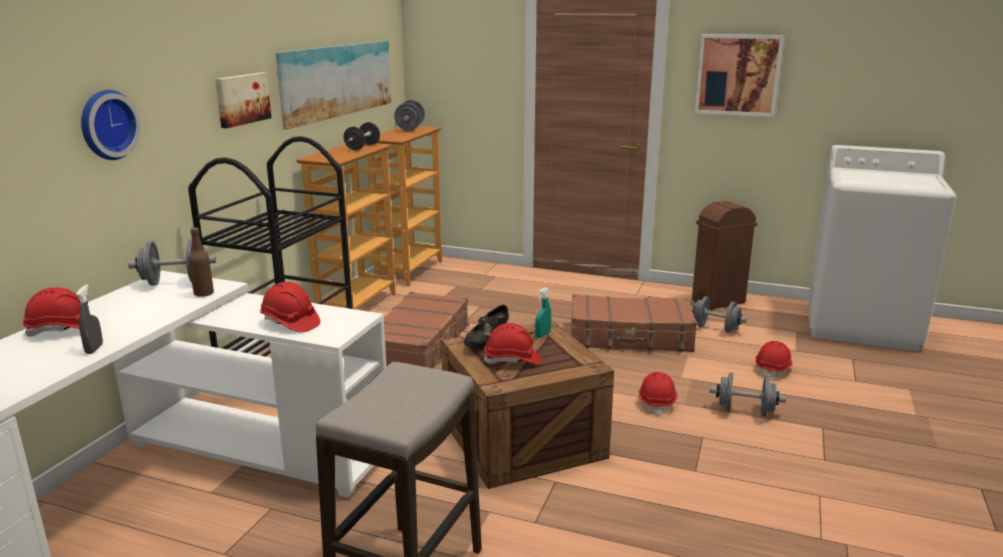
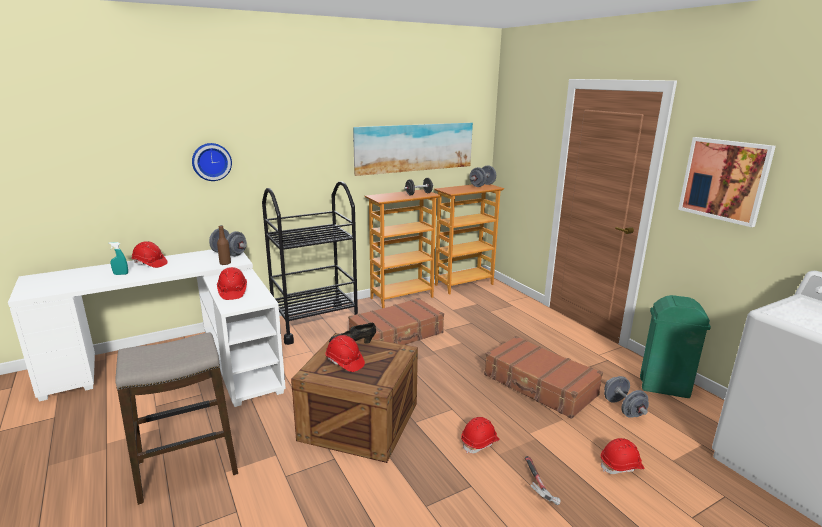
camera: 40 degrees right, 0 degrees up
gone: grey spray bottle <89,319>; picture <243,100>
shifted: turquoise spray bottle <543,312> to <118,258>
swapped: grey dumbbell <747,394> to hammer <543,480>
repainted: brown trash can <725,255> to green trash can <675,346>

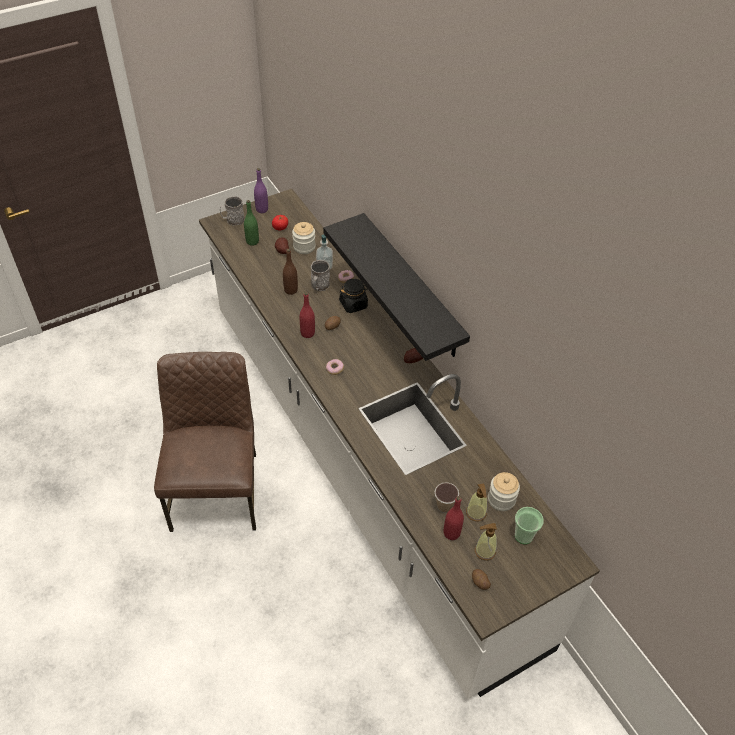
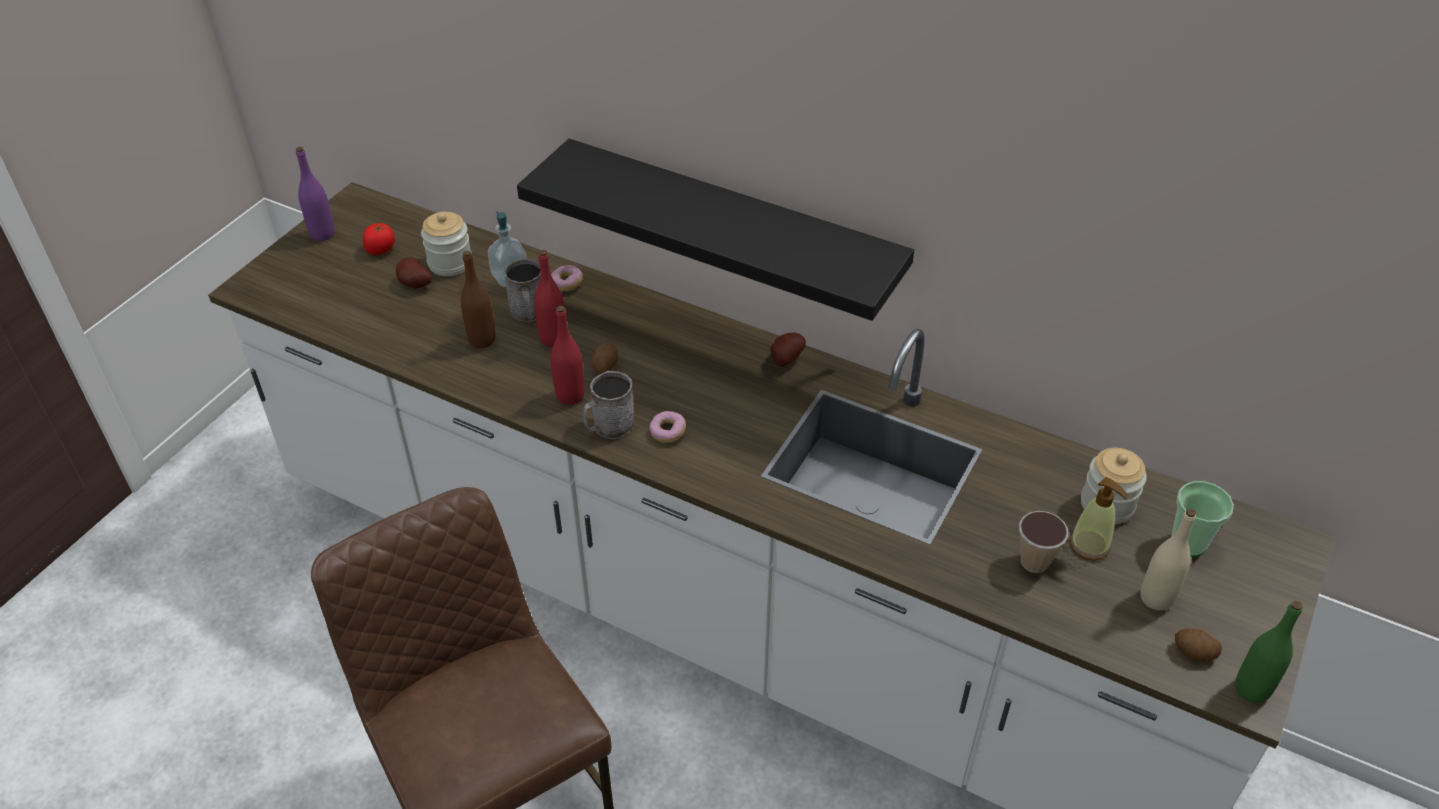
camera: 30 degrees left, 5 degrees down
gone: black jar <353,296>
shifted: grey mug <232,210> to <609,405>; green bottle <251,223> to <1269,652>; red bottle <454,518> to <549,298>
swapped: soap dispenser <486,541> to beige bottle <1168,559>

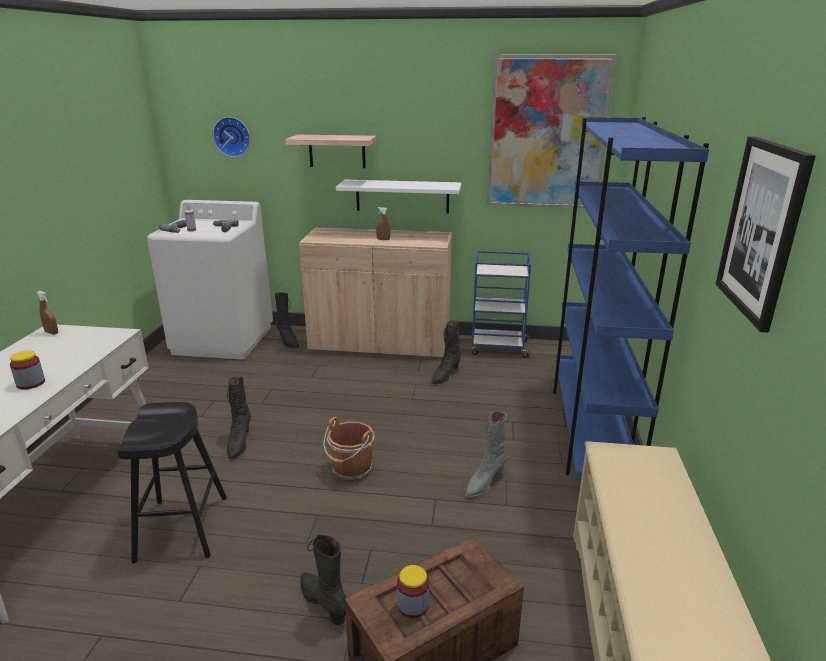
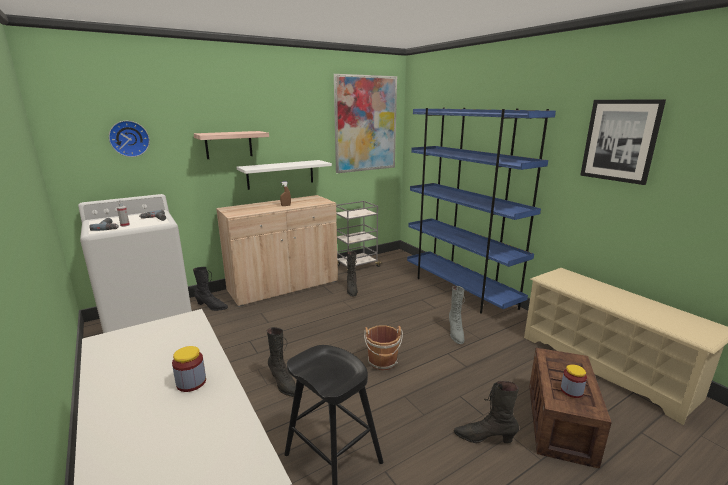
camera: 40 degrees left, 5 degrees down
gone: brown spray bottle <47,313>
repainted: blue cart <501,304> to grey cart <359,234>

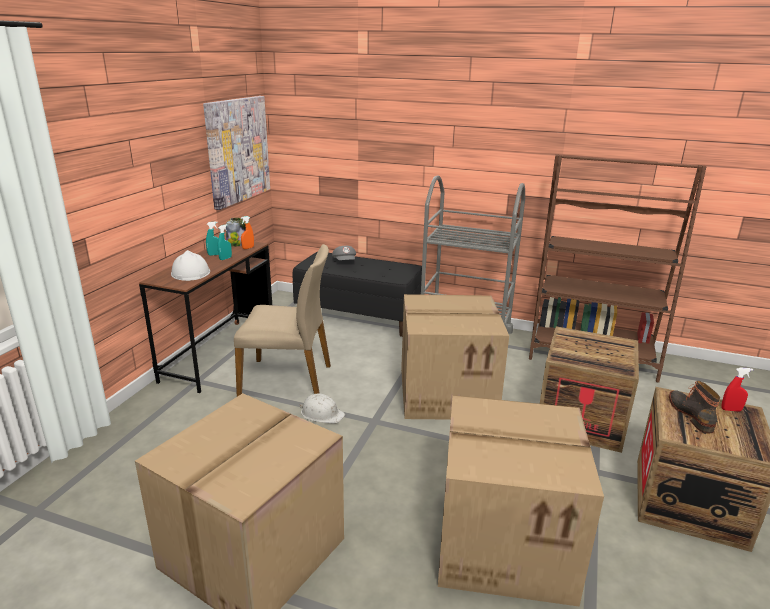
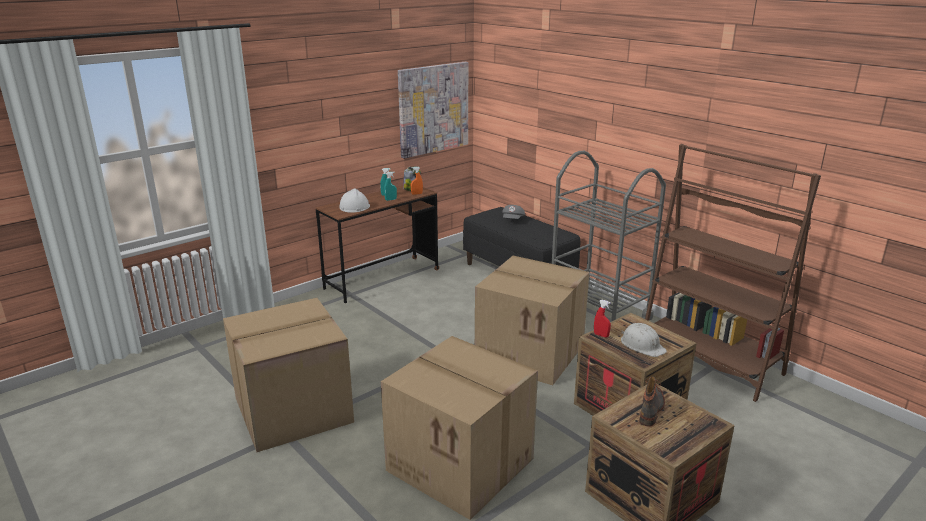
camera: 30 degrees right, 0 degrees up
gone: beige chair <282,320>
shifted: white hard hat <322,408> to <644,340>; red spray bottle <737,389> to <602,318>

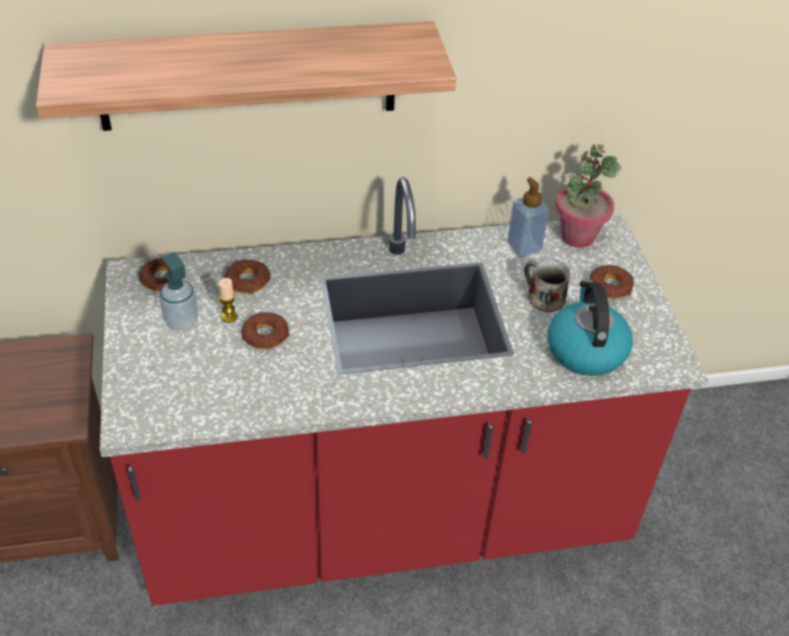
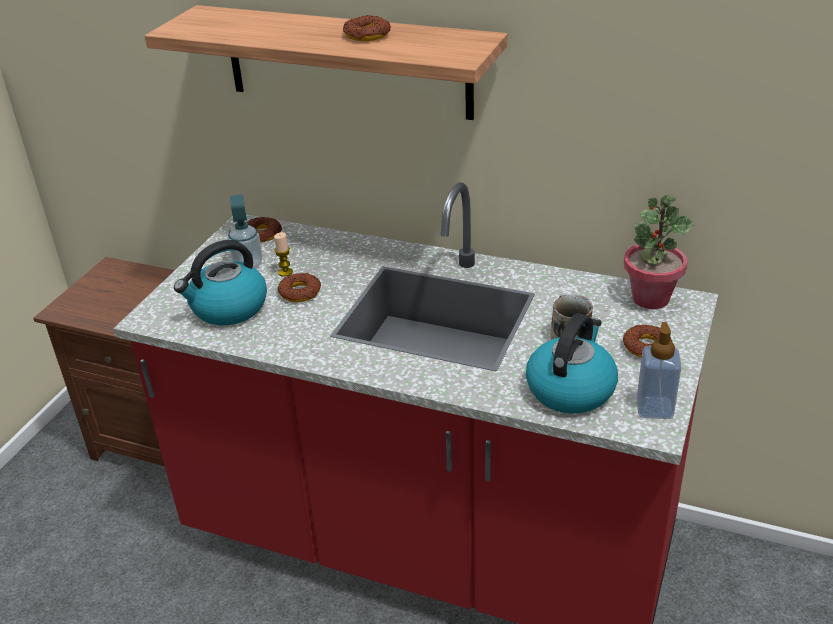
camera: 35 degrees right, 10 degrees down
new: kettle <220,282>
shifted: donut <248,276> to <367,28>; soap dispenser <528,217> to <659,370>

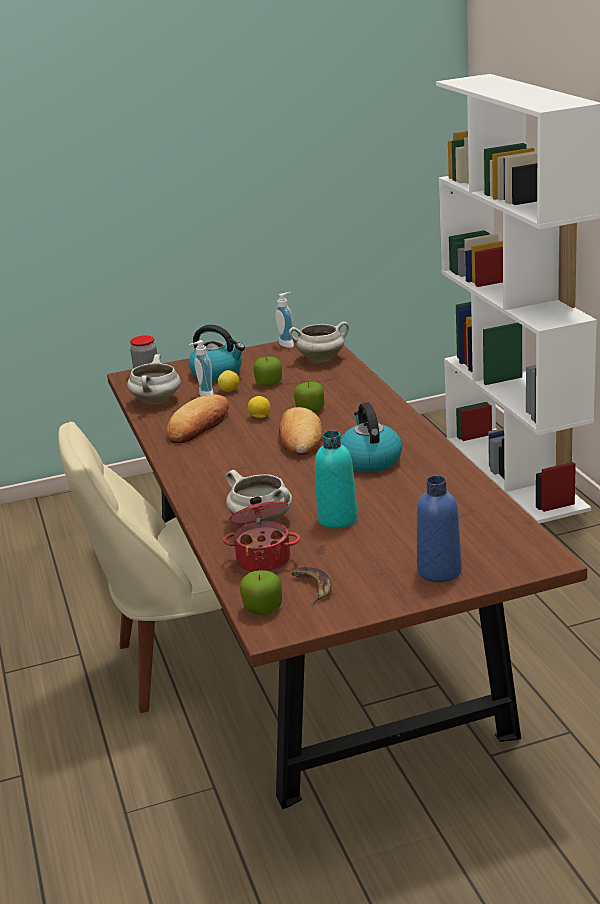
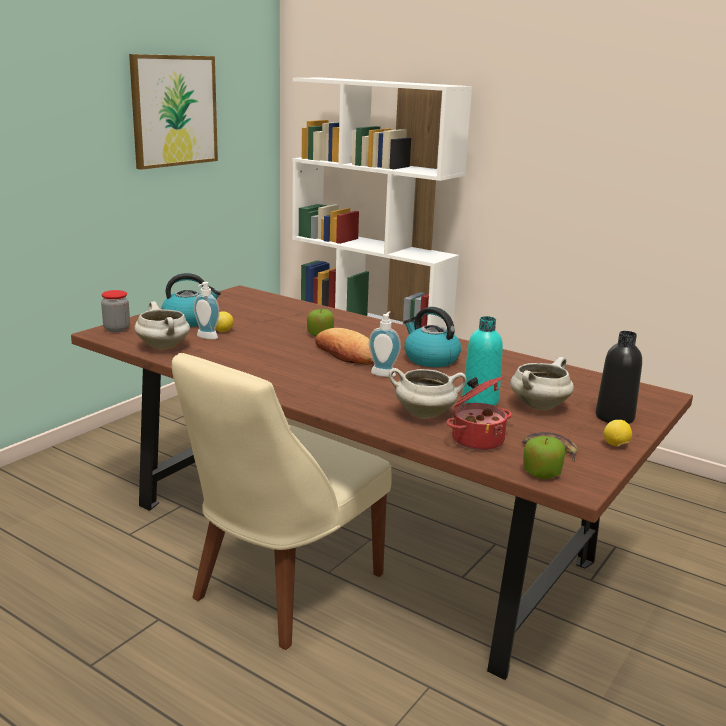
camera: 40 degrees left, 5 degrees down
gone: bread <197,419>; apple <267,371>
new: picture <173,112>
shifted: lemon <259,407> to <617,433>; soap dispenser <284,320> to <385,344>; white cooking pot <319,342> to <542,383>
repainted: blue bottle <439,529> to black bottle <618,377>

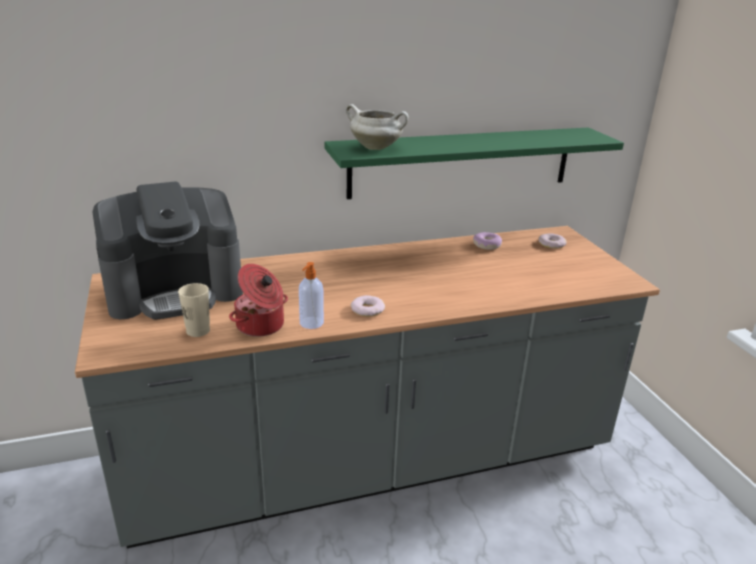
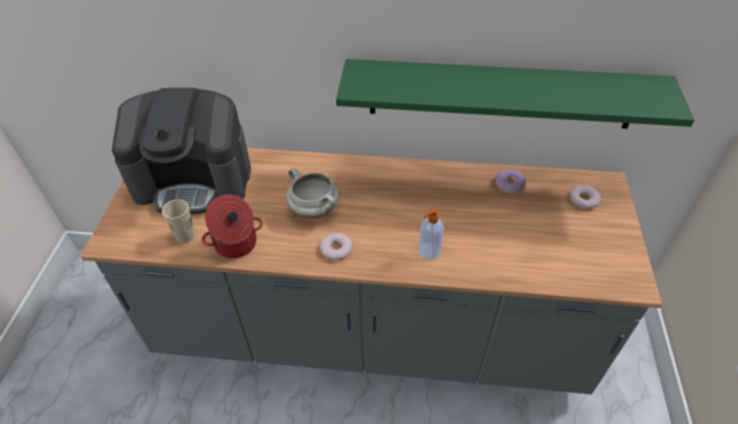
camera: 25 degrees right, 20 degrees up
shifted: soap dispenser <311,295> to <431,234>; white cooking pot <377,127> to <312,193>

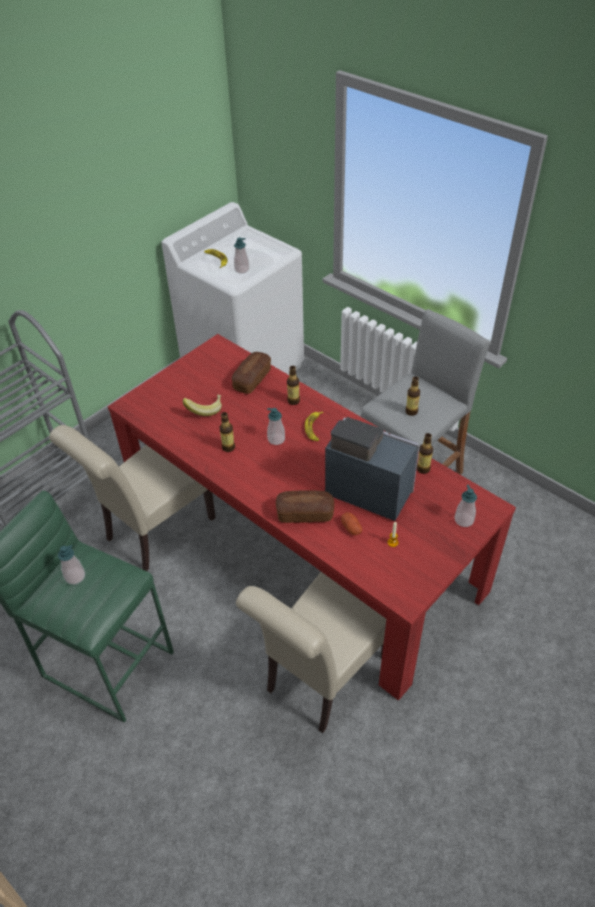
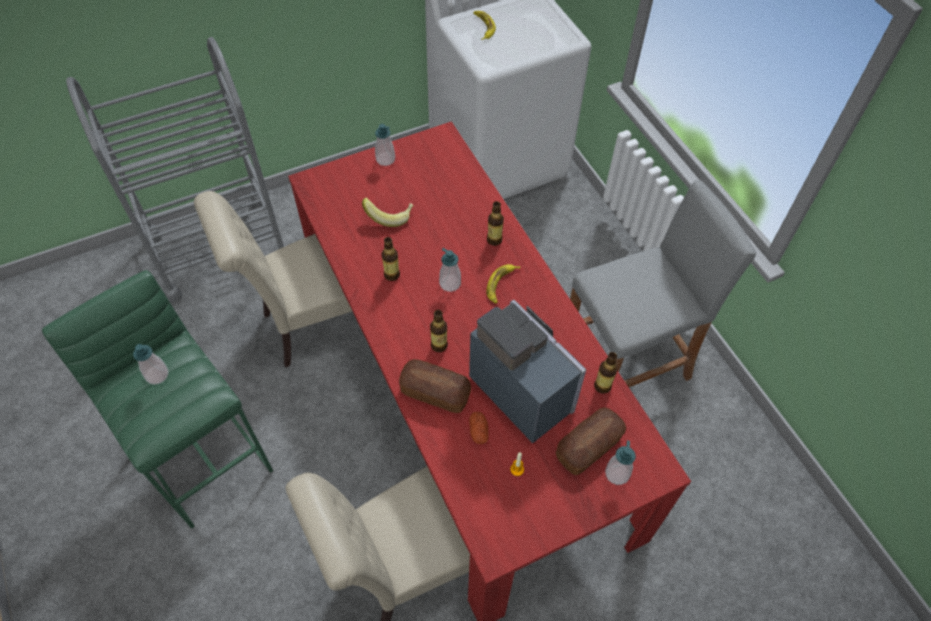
camera: 20 degrees right, 10 degrees up
shifted: bread <251,373> to <591,441>; soap dispenser <241,255> to <385,145>; bottle <412,396> to <439,331>

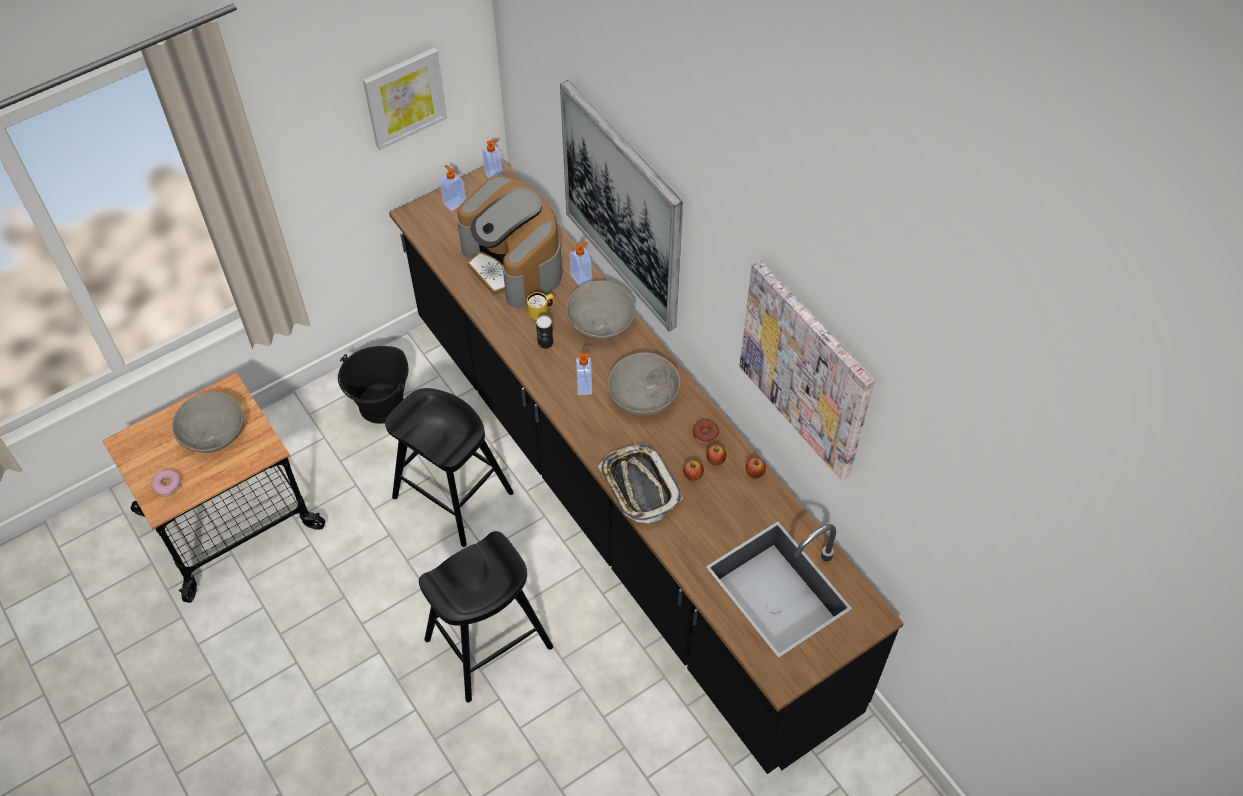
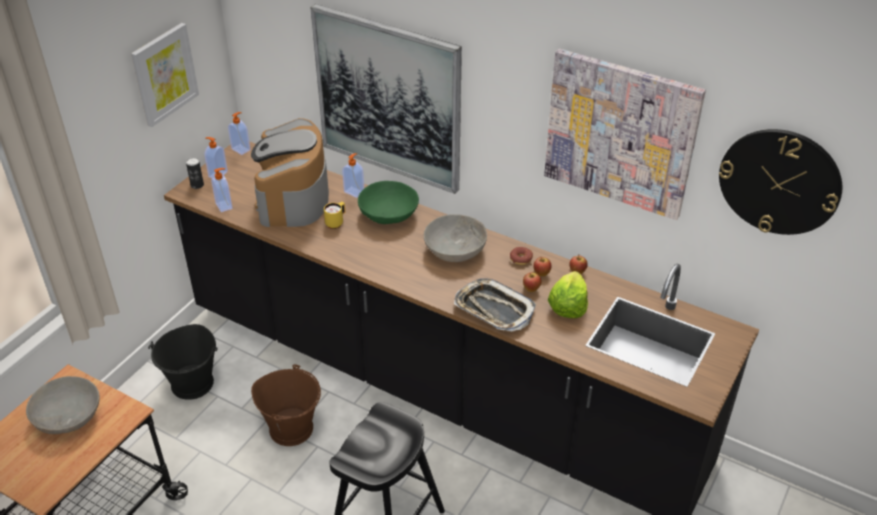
camera: 25 degrees left, 15 degrees down
gone: donut <166,483>
new: lettuce <568,294>; wall clock <780,182>
shifted: can <544,332> to <195,173>; soap dispenser <584,374> to <222,190>
swapped: black stool <449,467> to brown bucket <286,405>
repainted: grey bowl <601,310> to green bowl <388,202>
rotated: coffee machine <509,241> = <290,172> 60 degrees clockwise

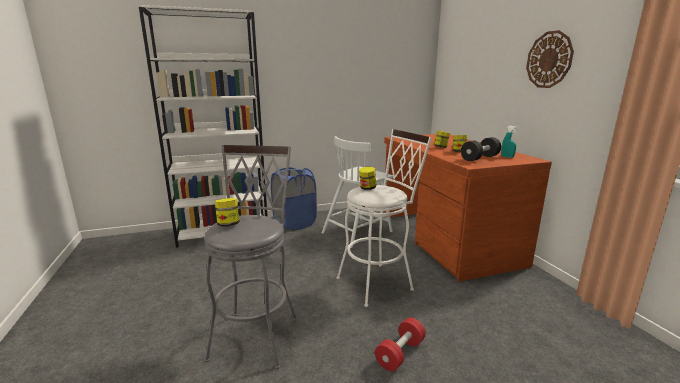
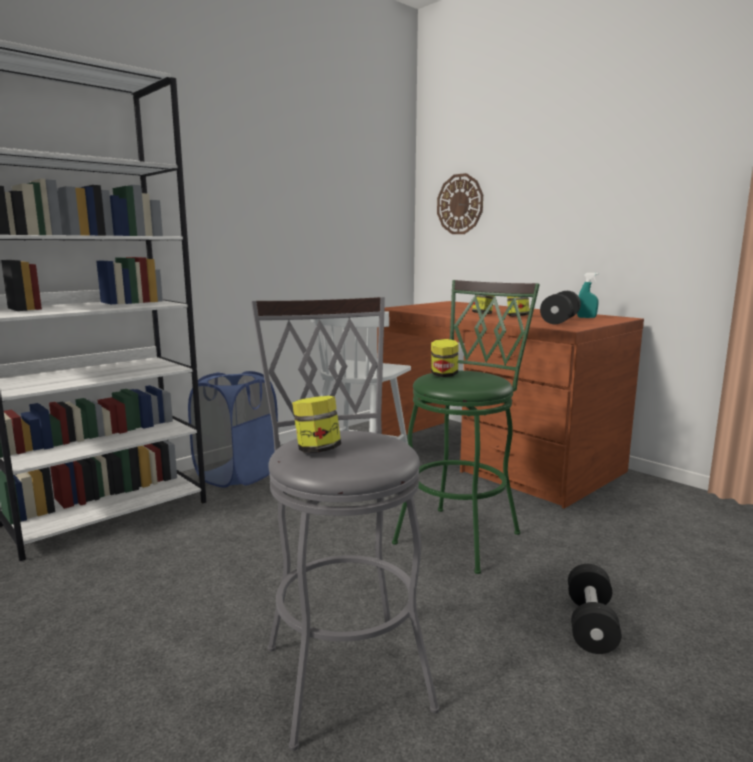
camera: 25 degrees left, 5 degrees down
shifted: wall clock <550,59> to <460,203>
repainted: white stool <384,218> to green stool <466,427>; red dumbbell <400,344> to black dumbbell <595,609>

